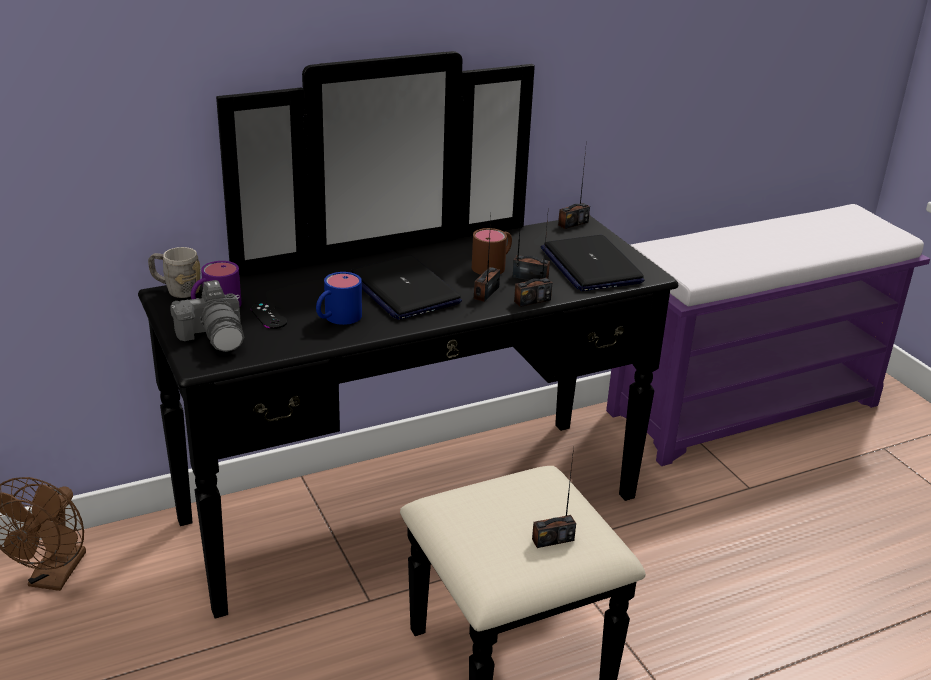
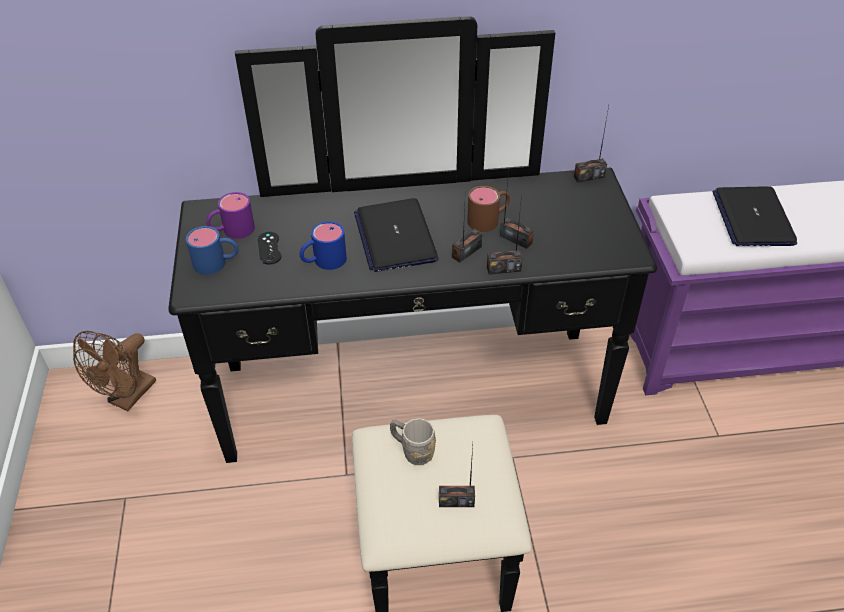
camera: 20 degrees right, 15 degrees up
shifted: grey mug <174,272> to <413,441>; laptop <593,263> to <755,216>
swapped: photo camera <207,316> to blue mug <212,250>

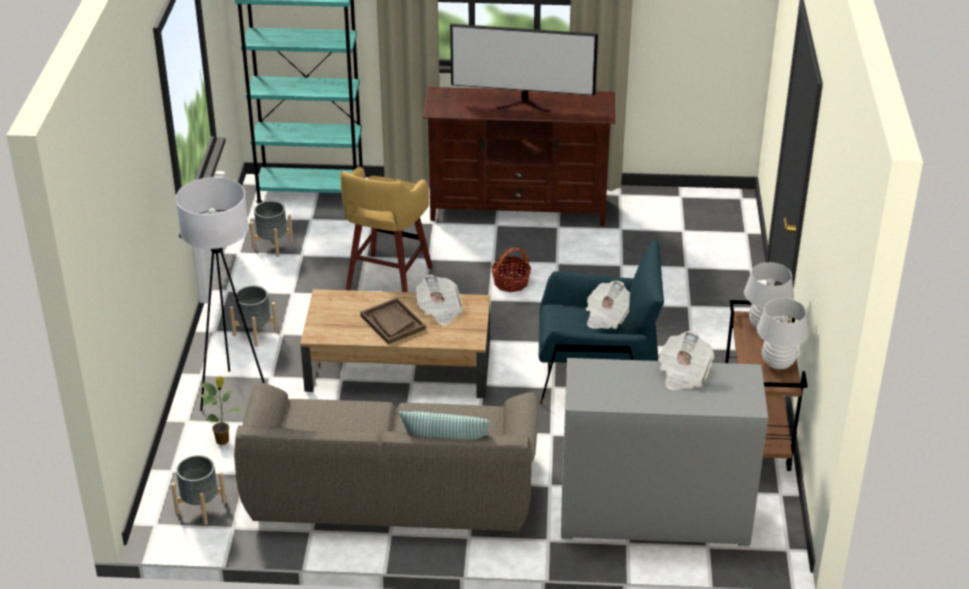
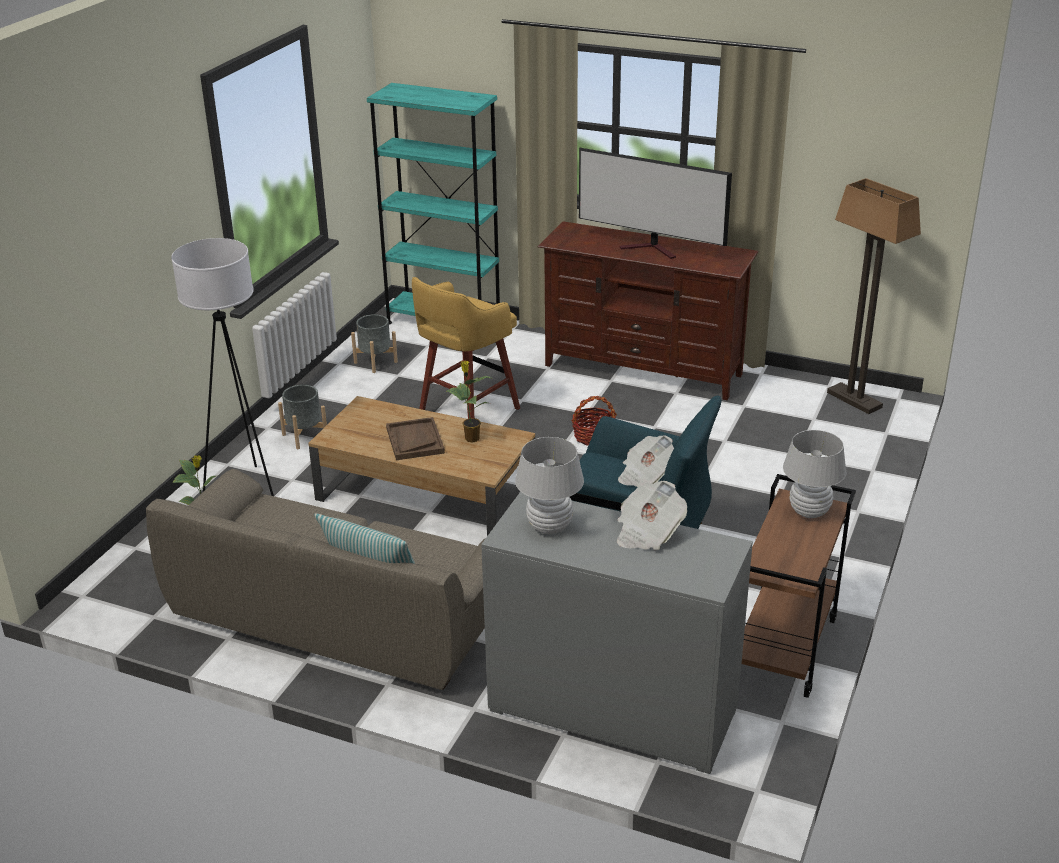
camera: 20 degrees right, 5 degrees down
gone: grey planter <198,490>
new: floor lamp <874,296>
shifted: white table lamp <783,334> to <549,485>
swapped: newspaper <439,300> to potted plant <469,401>

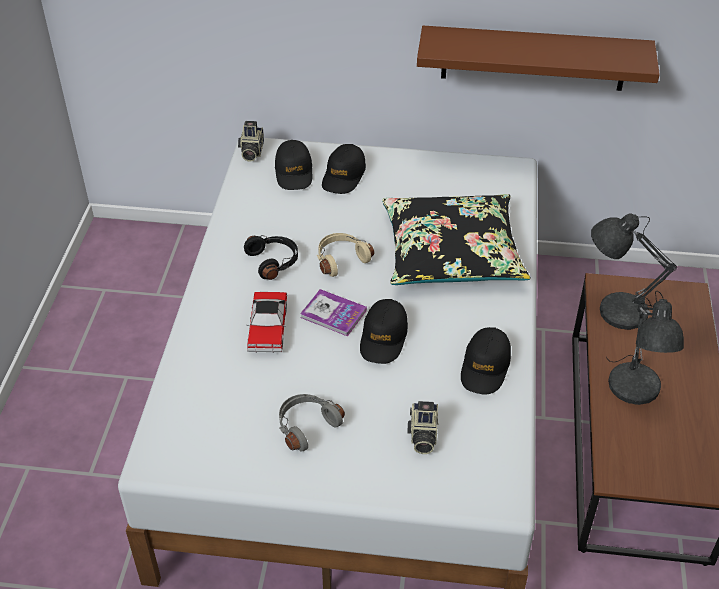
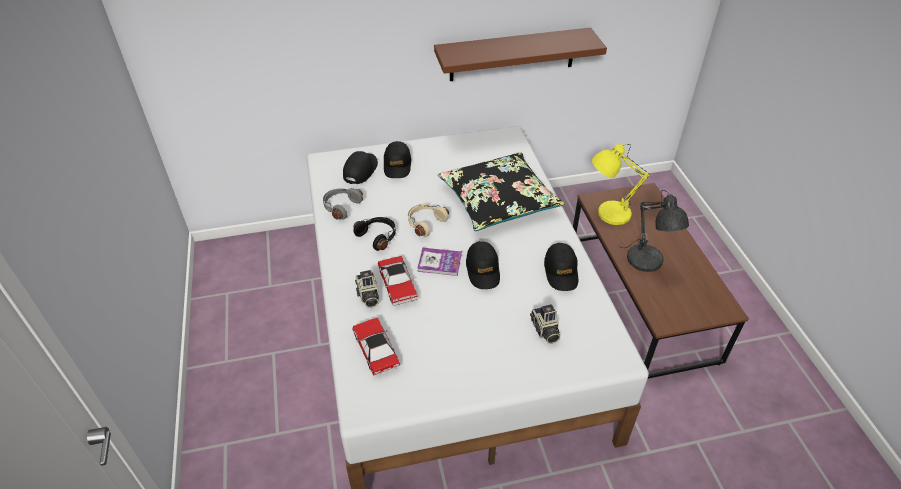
camera: 20 degrees left, 0 degrees up
new: toy car <376,347>
shifted: photo camera <251,141> to <367,289>; grey headphones <312,422> to <343,204>
repainted: grey table lamp <634,271> to yellow table lamp <621,184>
rotated: black cap <293,165> = <360,167> 135 degrees counterclockwise

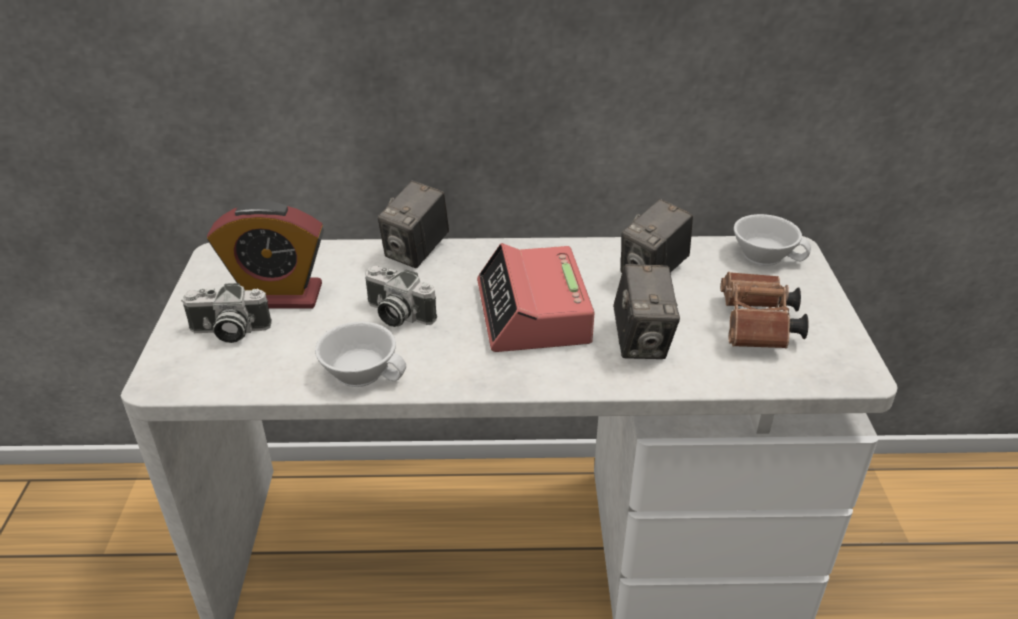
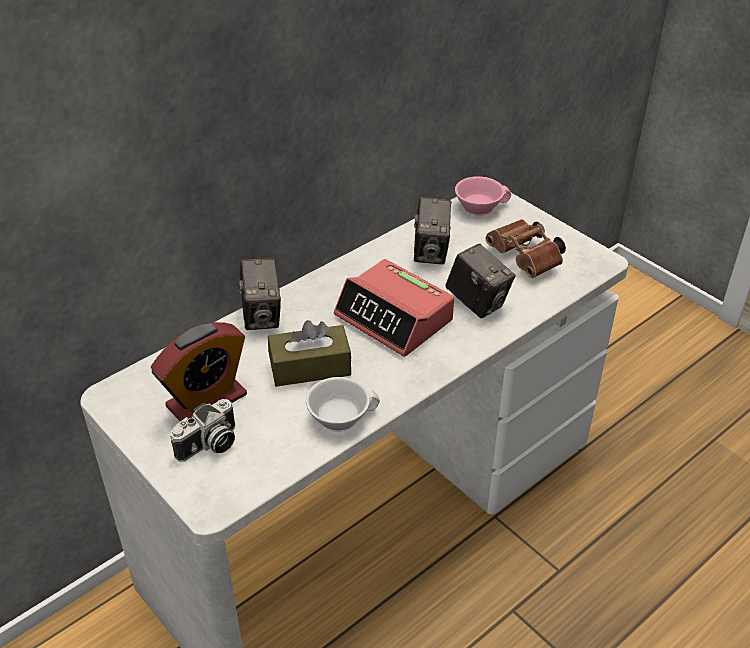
camera: 40 degrees left, 5 degrees up
swapped: photo camera <401,296> to brown tissue box <309,353>
repainted: white cup <772,240> to pink cup <483,196>

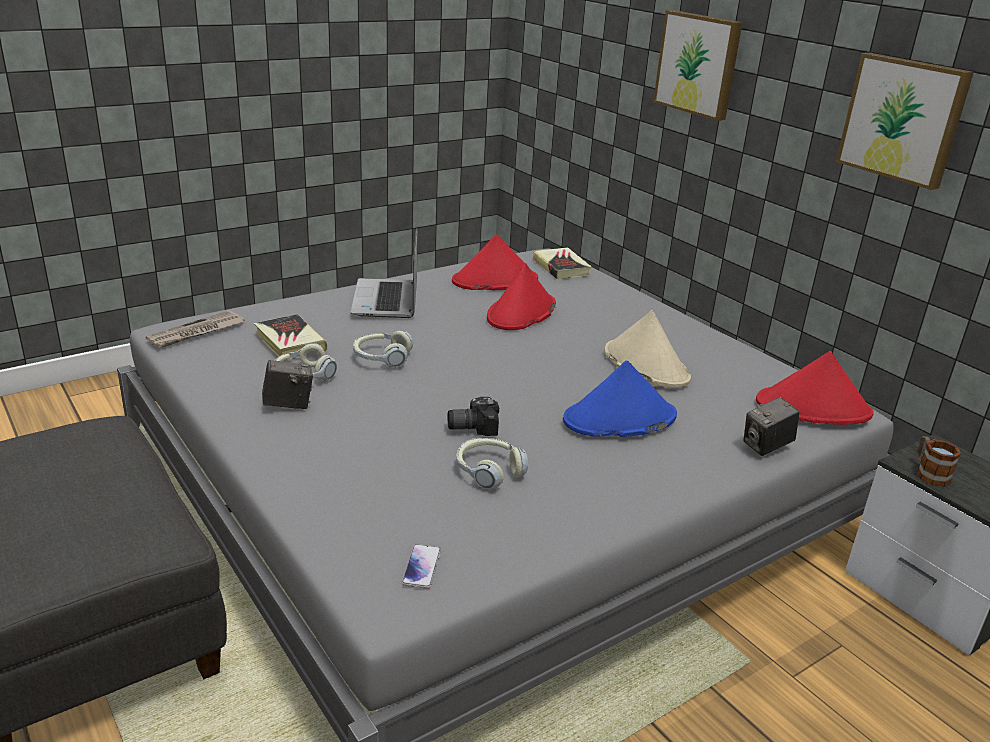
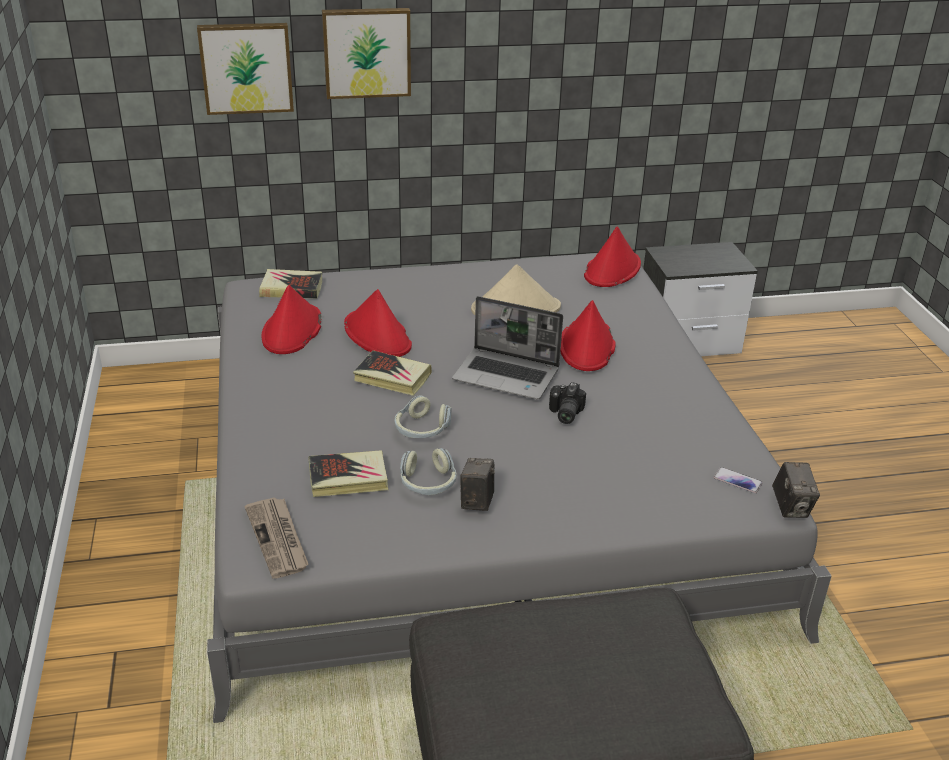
camera: 65 degrees left, 5 degrees up
gone: headphones <492,463>; mug <939,461>
new: book <392,373>
shifted: laptop <384,273> to <507,347>; photo camera <771,426> to <796,490>; picture <905,121> to <245,69>
repainted: blue hat <620,399> to red hat <588,335>

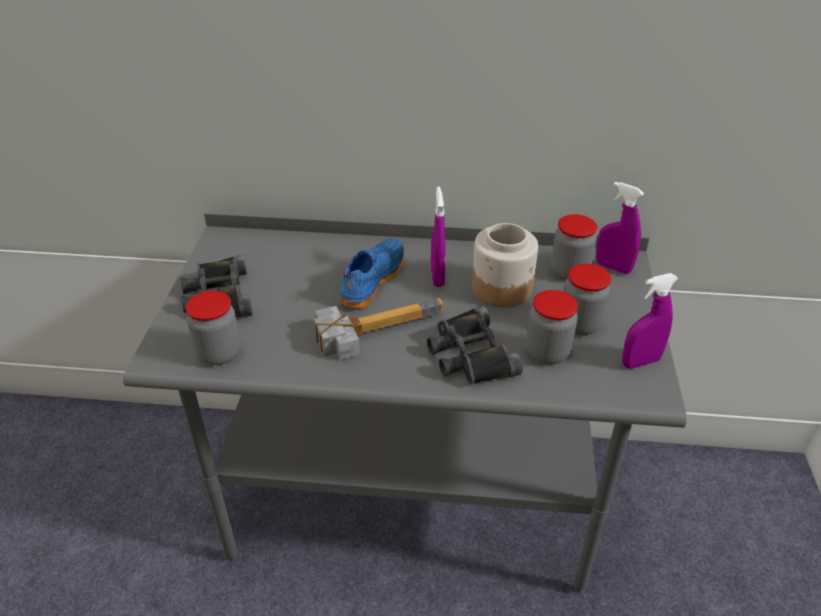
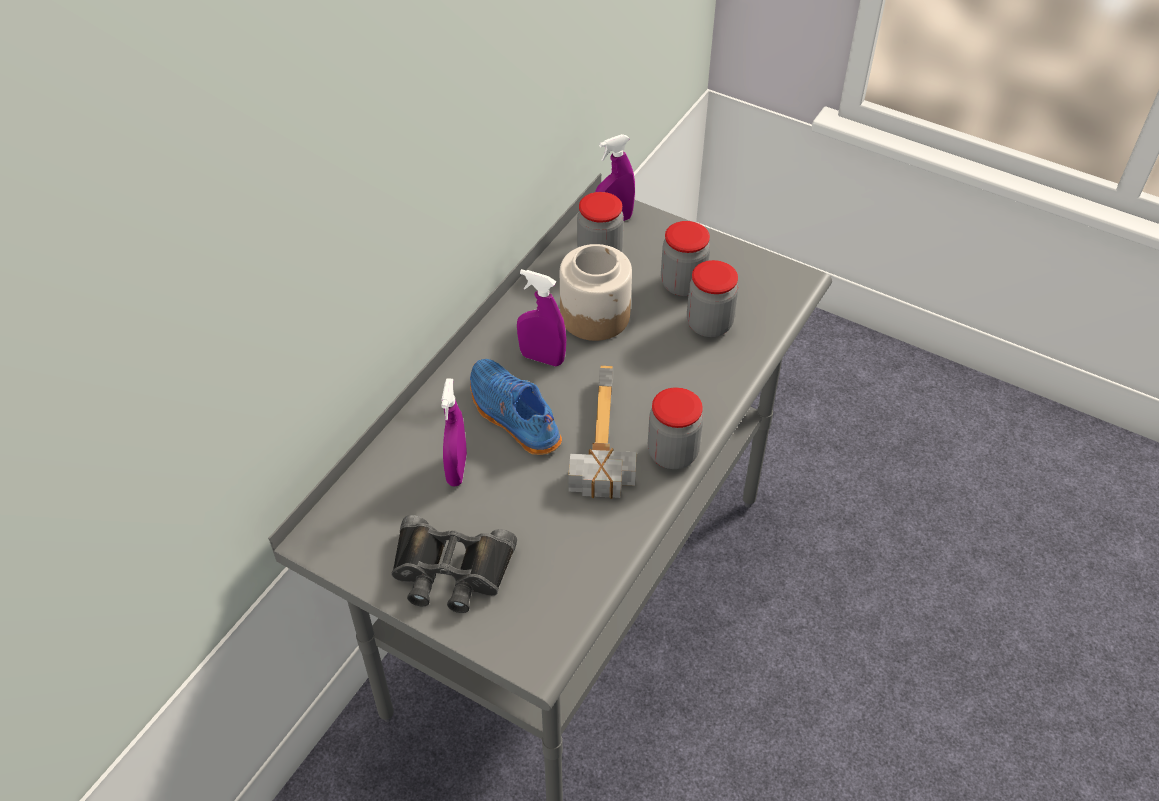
camera: 65 degrees left, 10 degrees up
gone: black binoculars <475,345>
shifted: jar <213,328> to <675,428>; purple spray bottle <650,321> to <454,432>

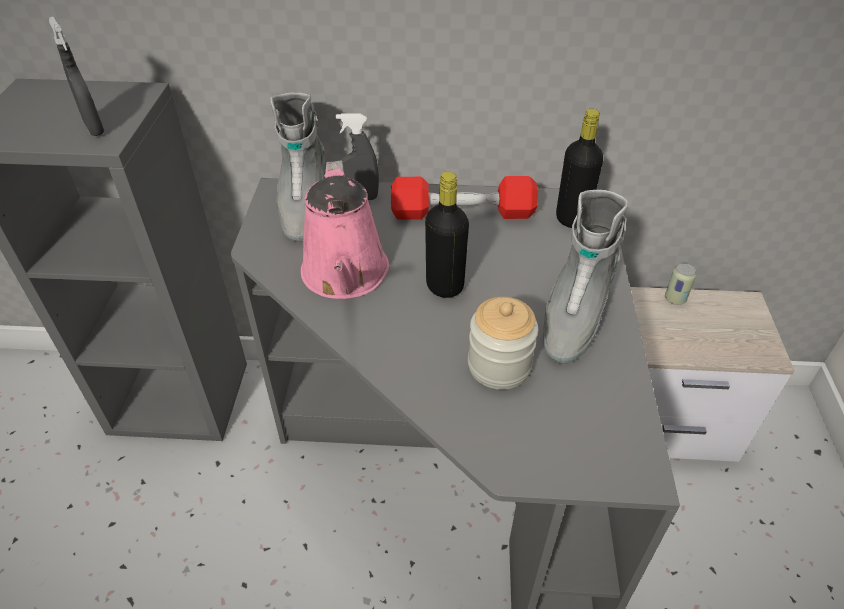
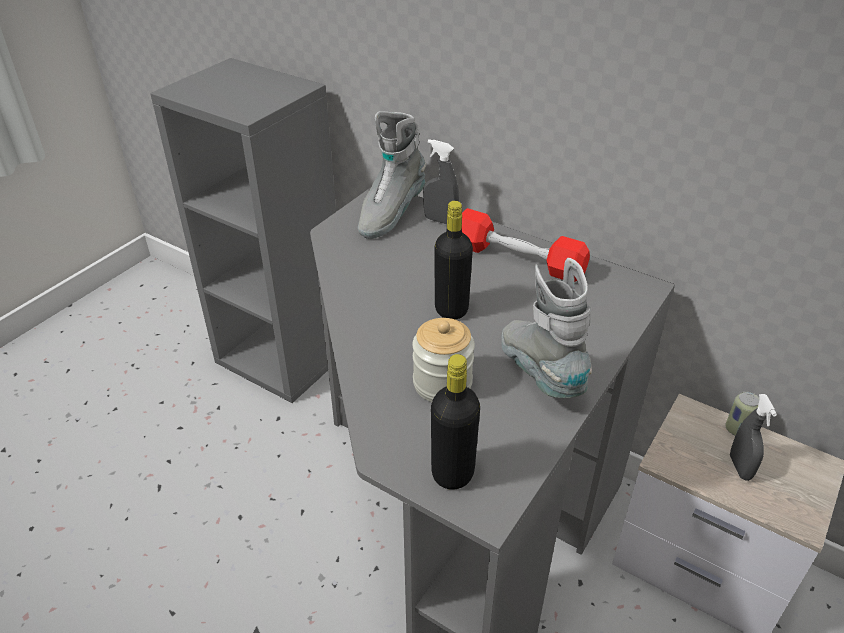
camera: 30 degrees right, 5 degrees down
gone: pink watering can <345,229>
shifted: grey spray bottle <76,76> to <753,437>; black bottle <579,168> to <455,422>
rotated: grey boot <585,277> = <546,328> 105 degrees clockwise

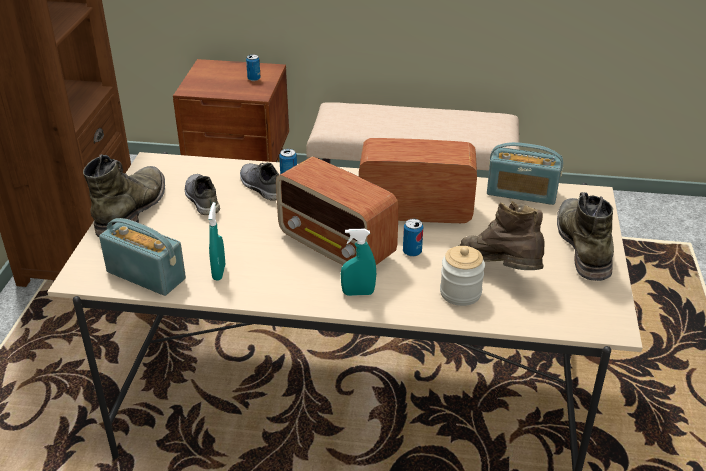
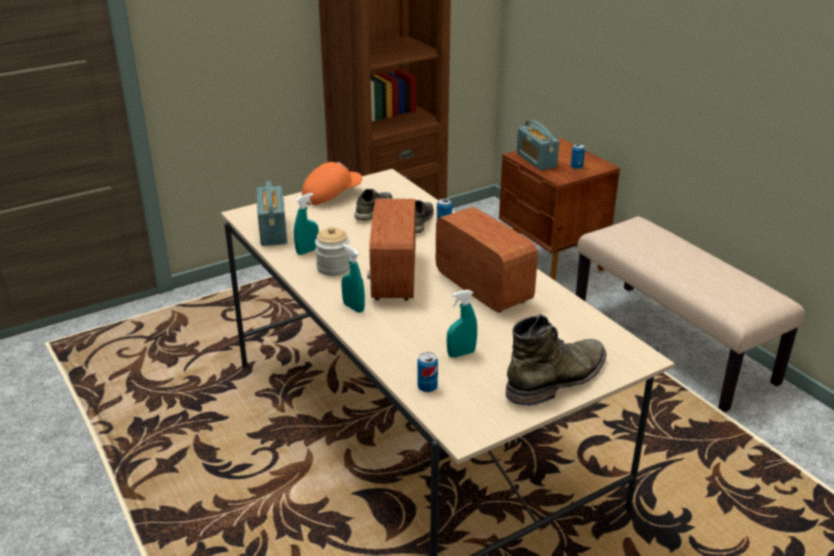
camera: 50 degrees right, 5 degrees down
shifted: can <413,238> to <428,372>; jar <462,276> to <332,251>; radio <525,173> to <538,145>
swapped: green boot <124,195> to orange cap <332,183>; brown boot <501,235> to turquoise spray bottle <462,324>

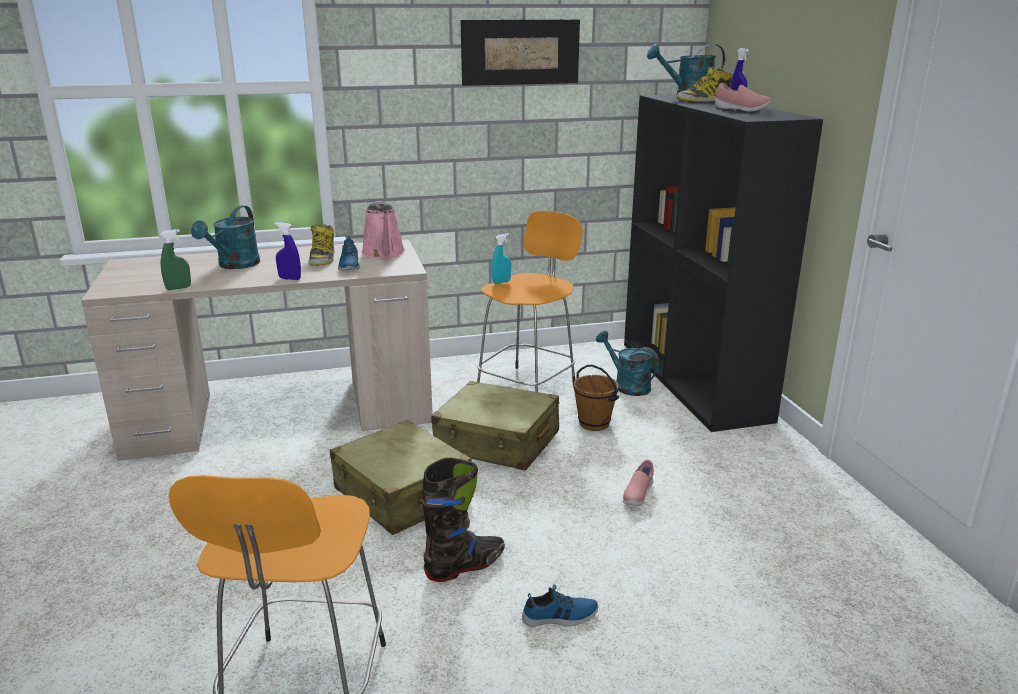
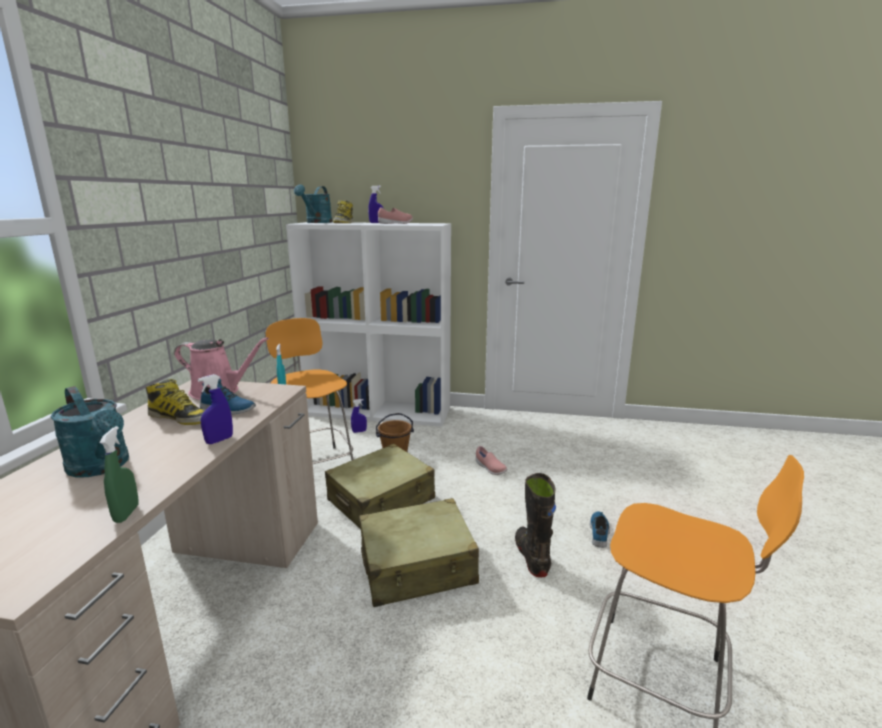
camera: 65 degrees left, 5 degrees down
gone: picture <520,53>
swapped: turquoise watering can <627,363> to blue spray bottle <359,416>
repainted: black bookcase <723,263> to white bookcase <368,324>

